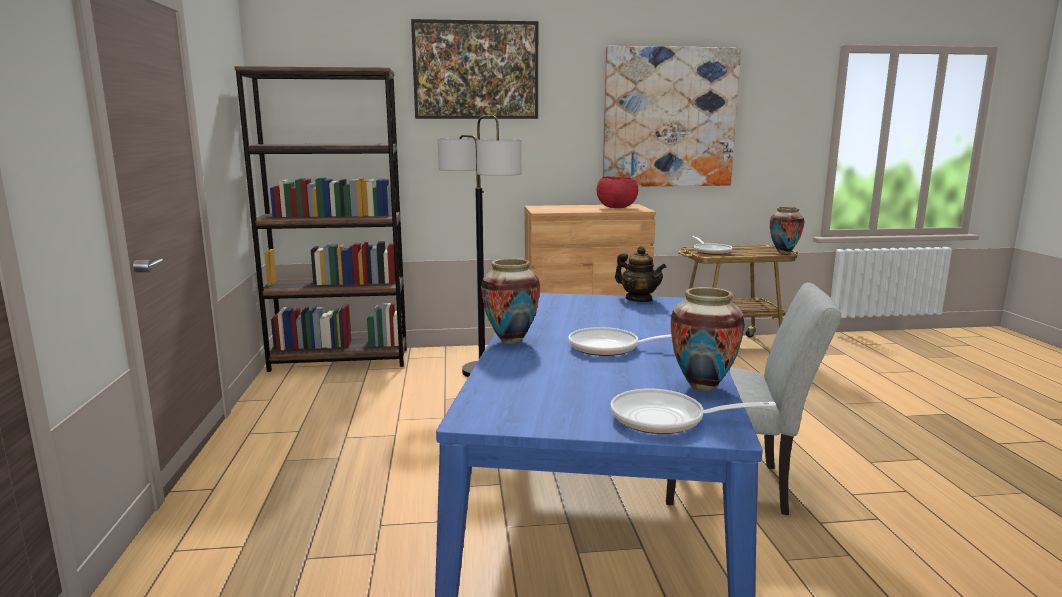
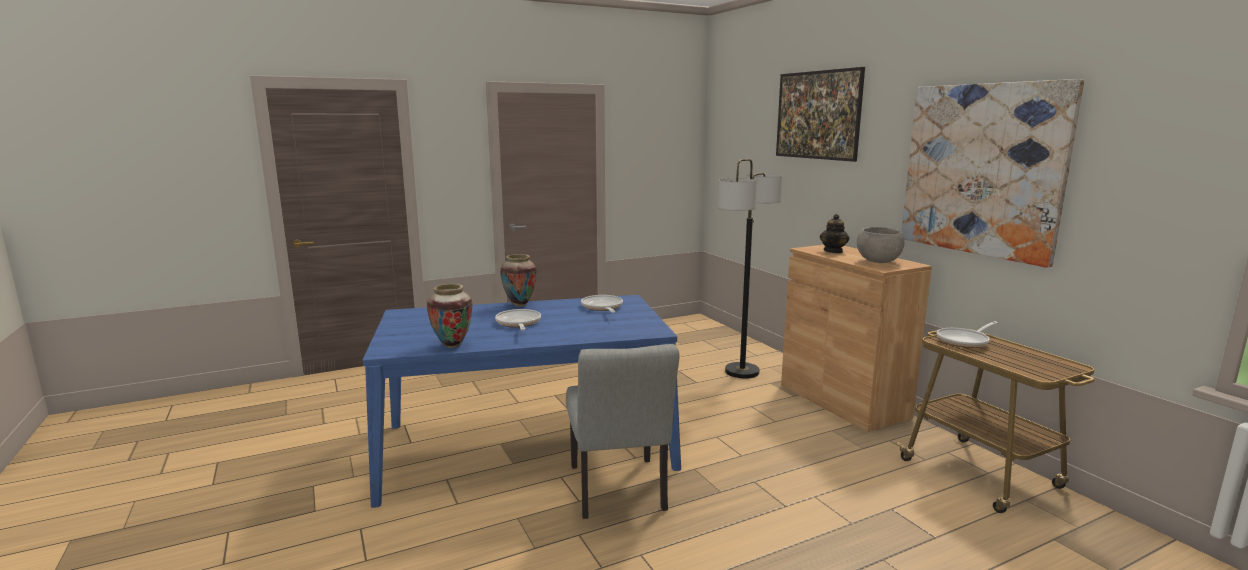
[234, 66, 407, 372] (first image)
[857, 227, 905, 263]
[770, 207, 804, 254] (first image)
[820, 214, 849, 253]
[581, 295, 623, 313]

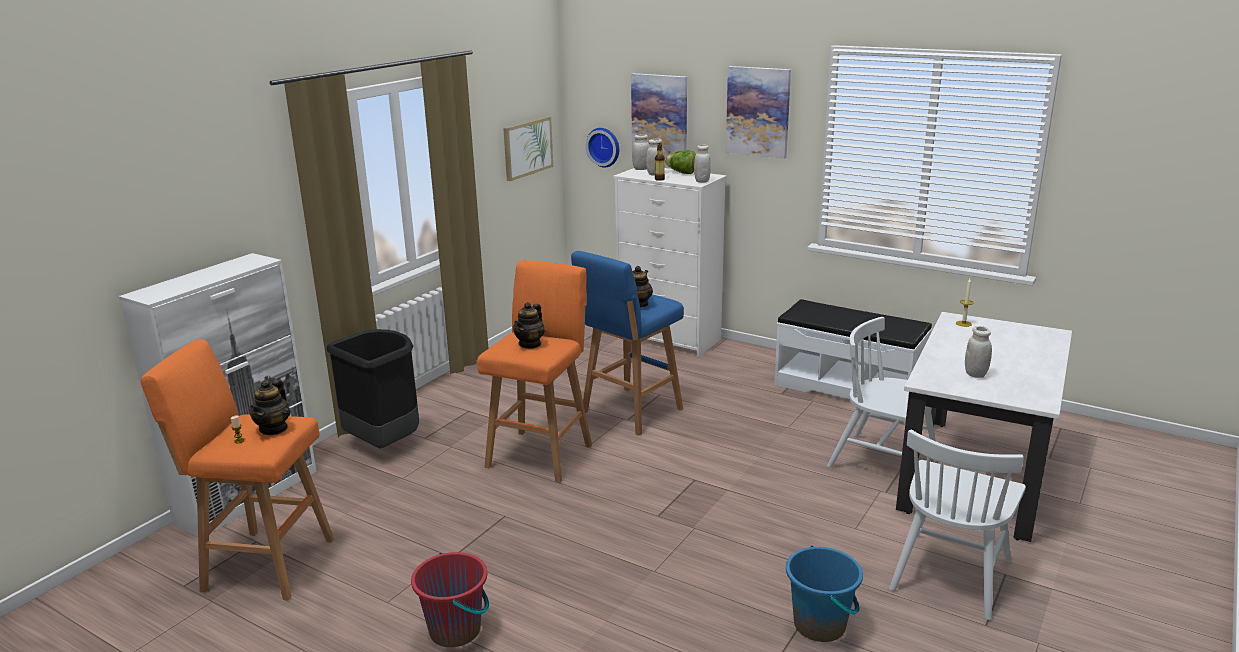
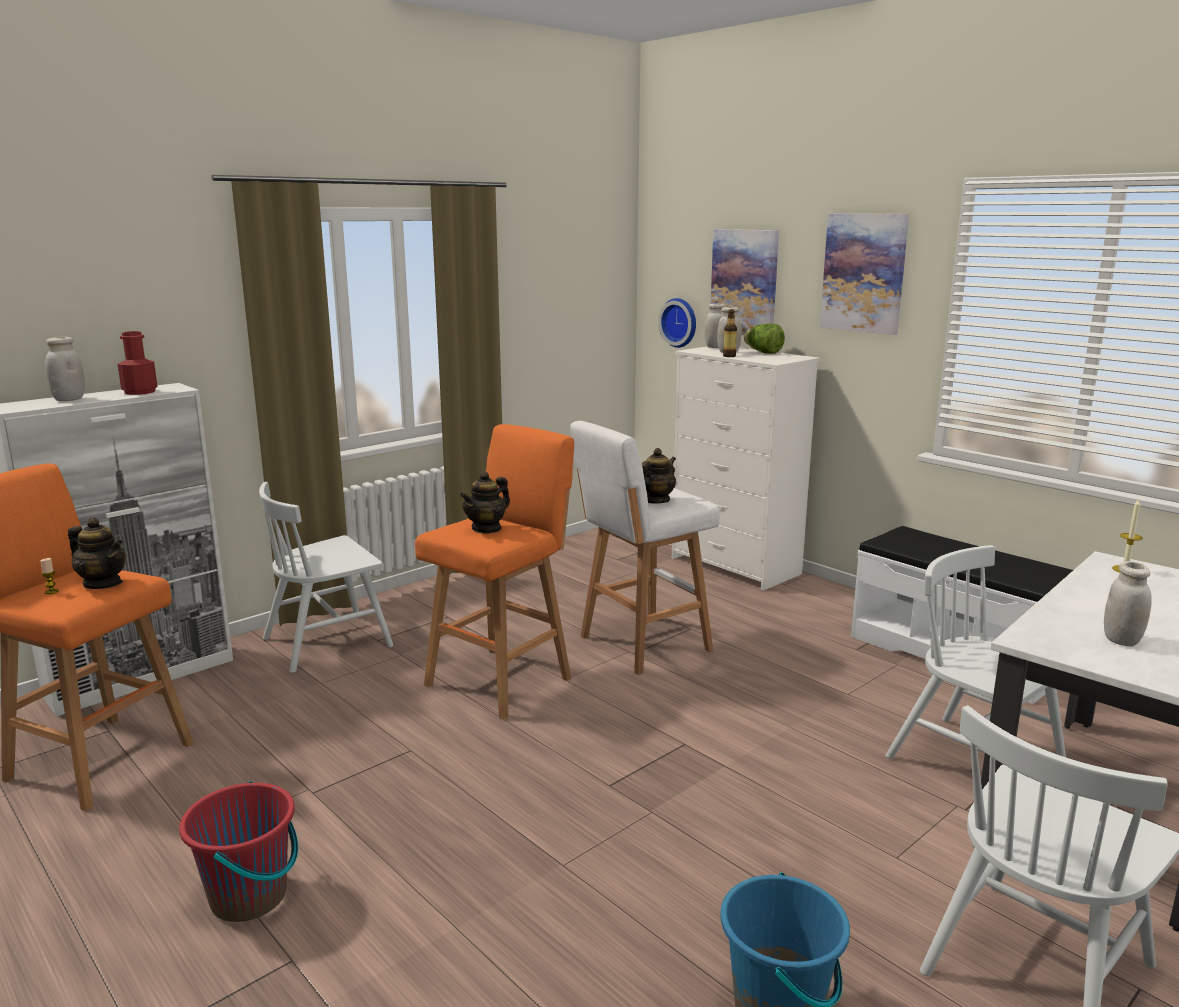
[503, 116, 553, 181] (first image)
[45, 337, 85, 401]
[570, 421, 720, 675]
[259, 482, 394, 673]
[68, 517, 126, 589]
[118, 331, 158, 395]

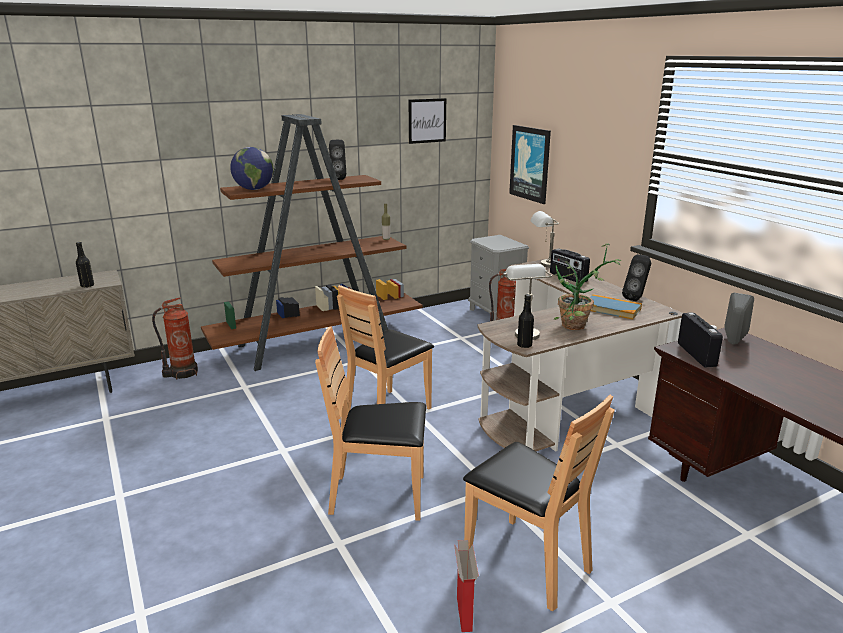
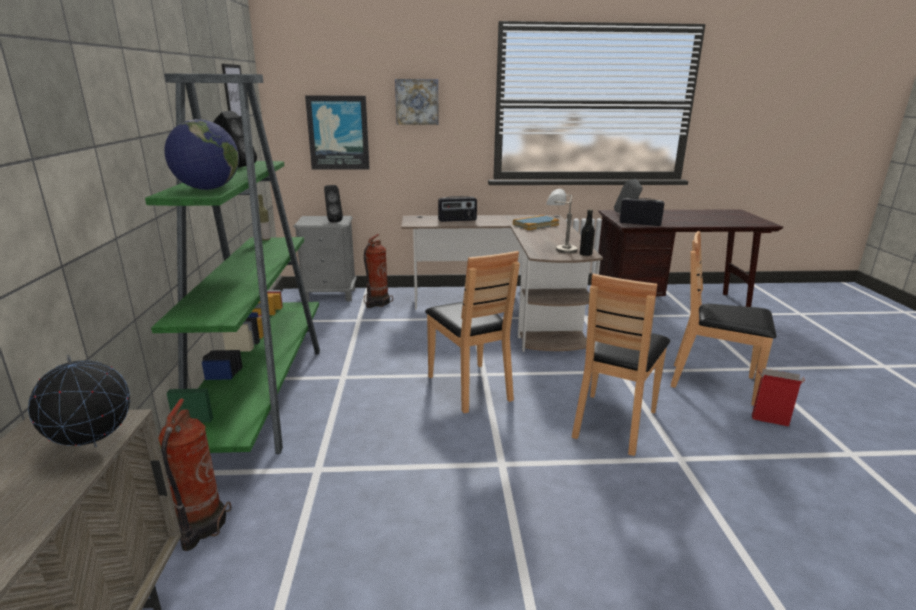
[145, 74, 320, 454]
[530, 211, 559, 267] (first image)
[28, 354, 130, 447]
[554, 243, 622, 330] (first image)
[324, 185, 343, 222]
[671, 231, 776, 406]
[395, 79, 438, 125]

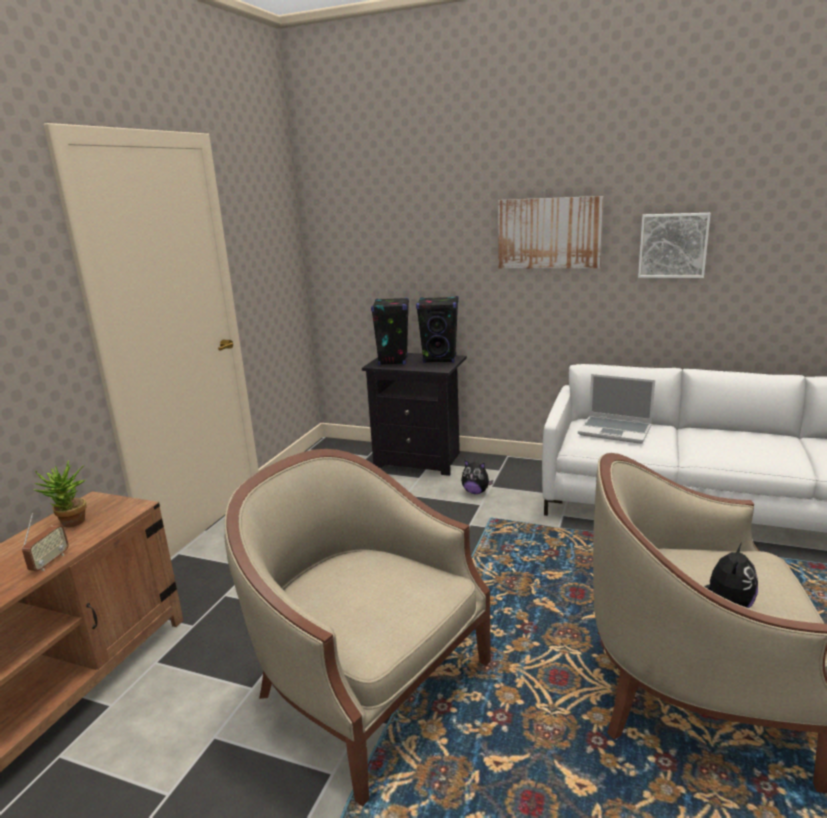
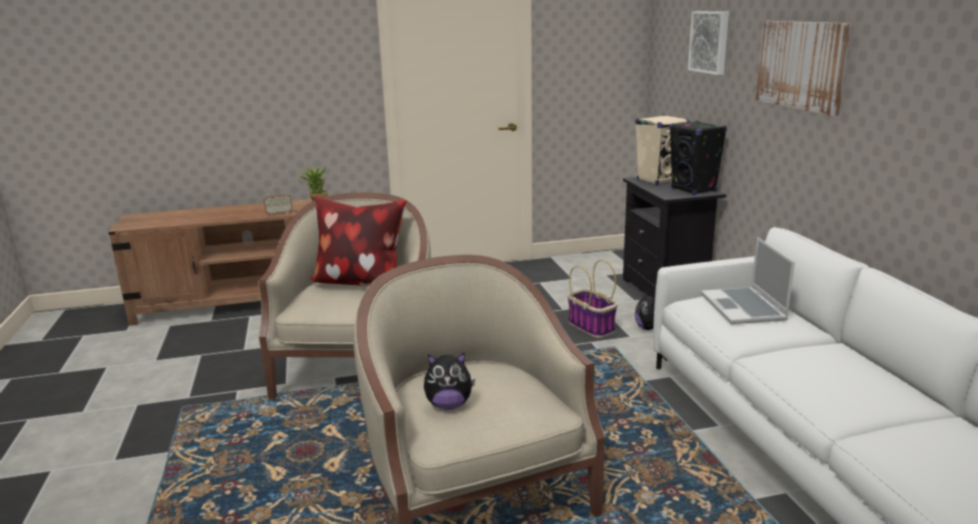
[688, 11, 729, 75]
[635, 115, 689, 185]
[309, 196, 407, 286]
[568, 260, 618, 338]

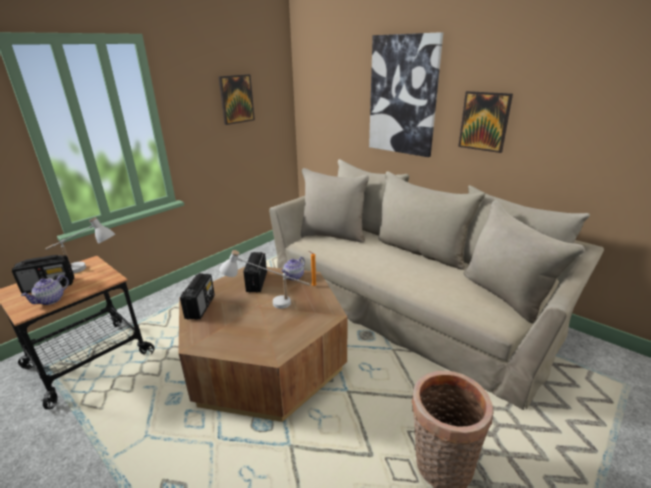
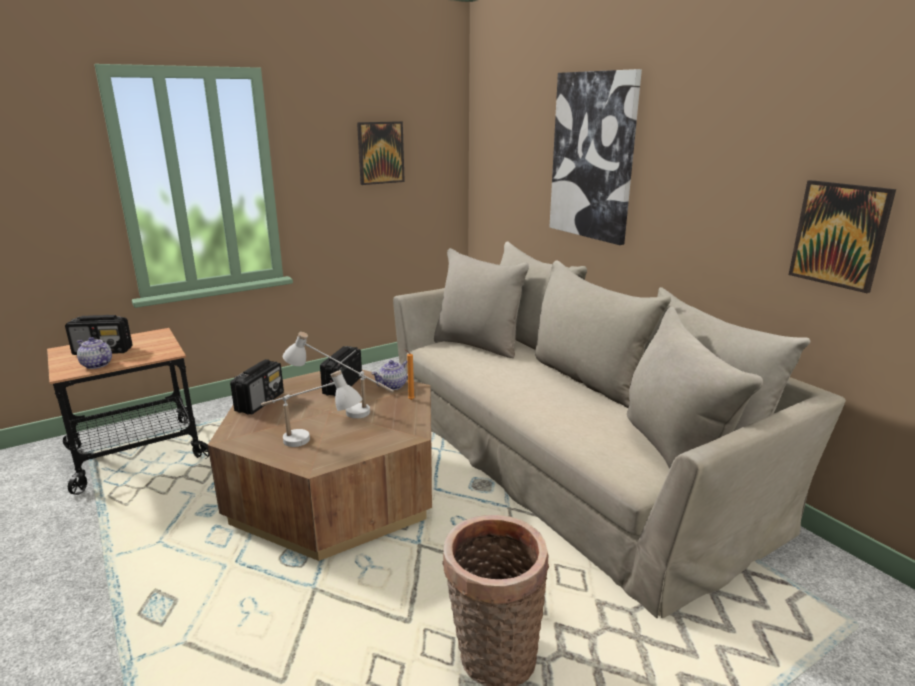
[789, 180, 896, 293]
[261, 370, 363, 447]
[77, 337, 112, 369]

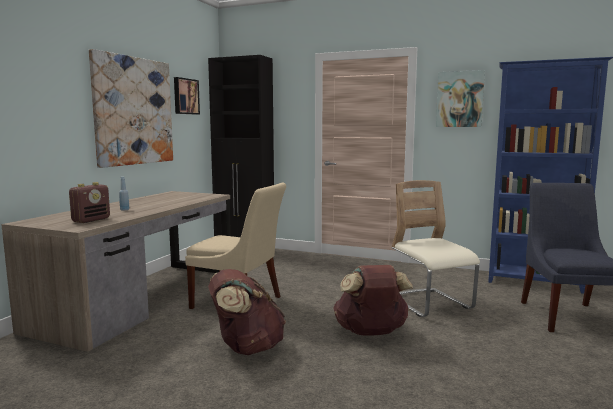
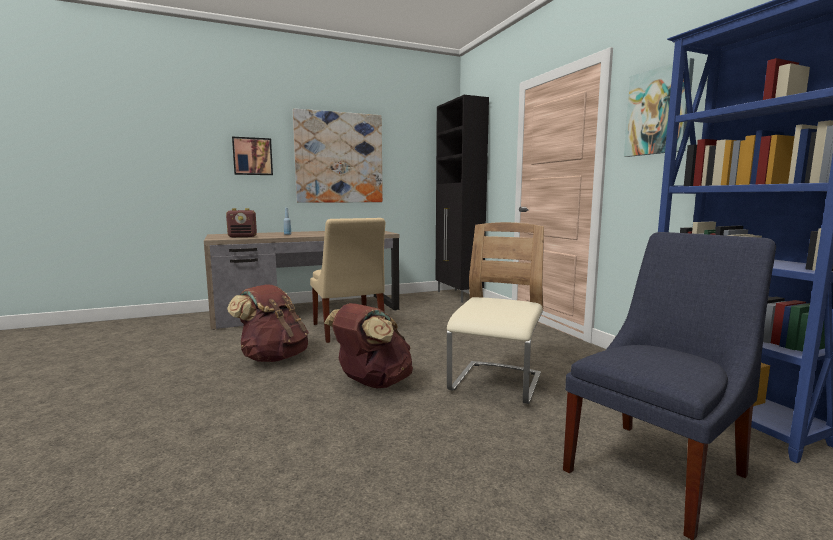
[232, 137, 273, 175]

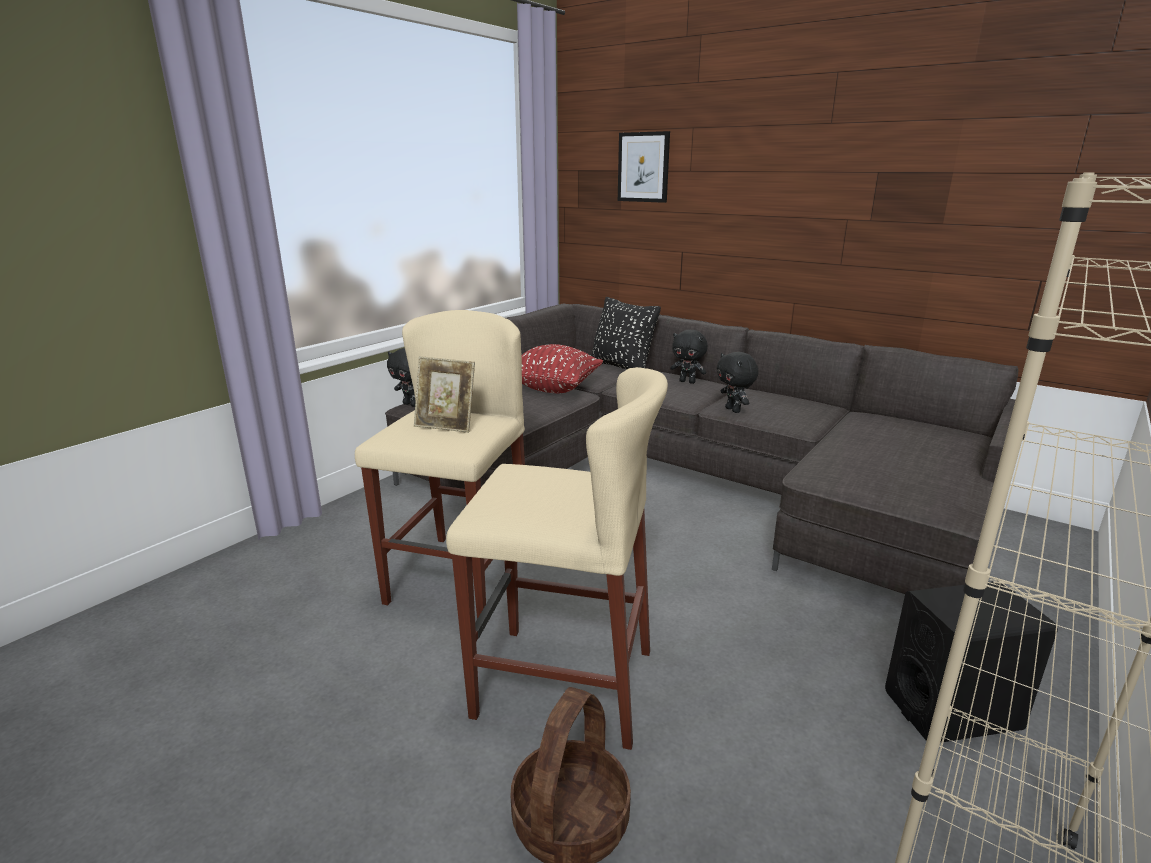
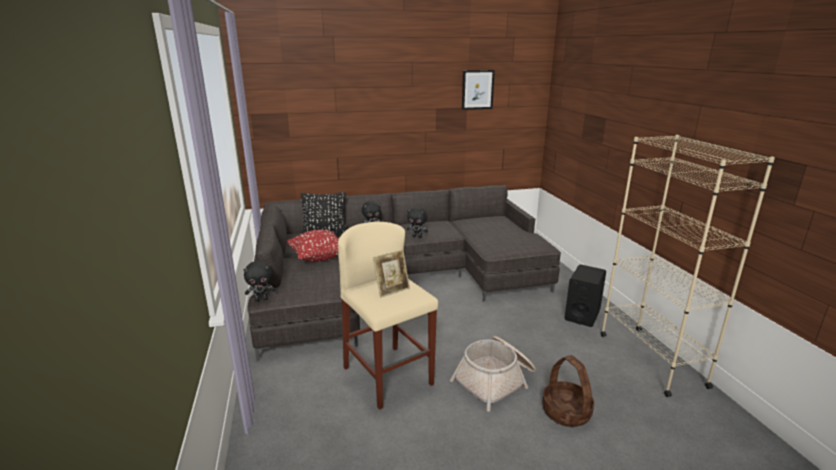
[462, 70, 495, 110]
[450, 336, 536, 412]

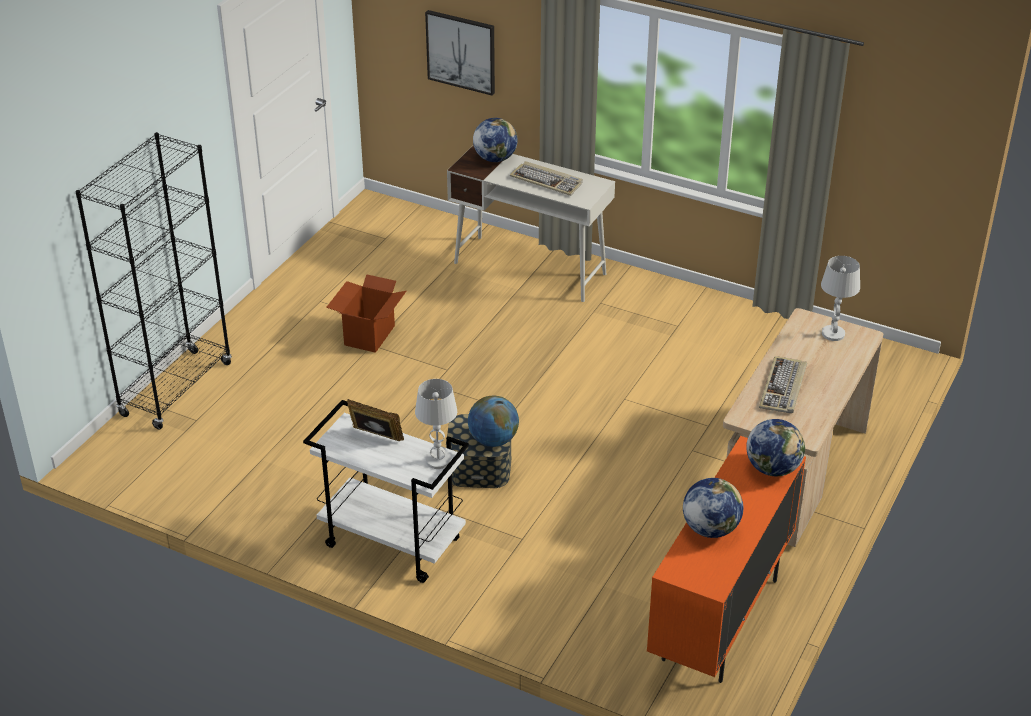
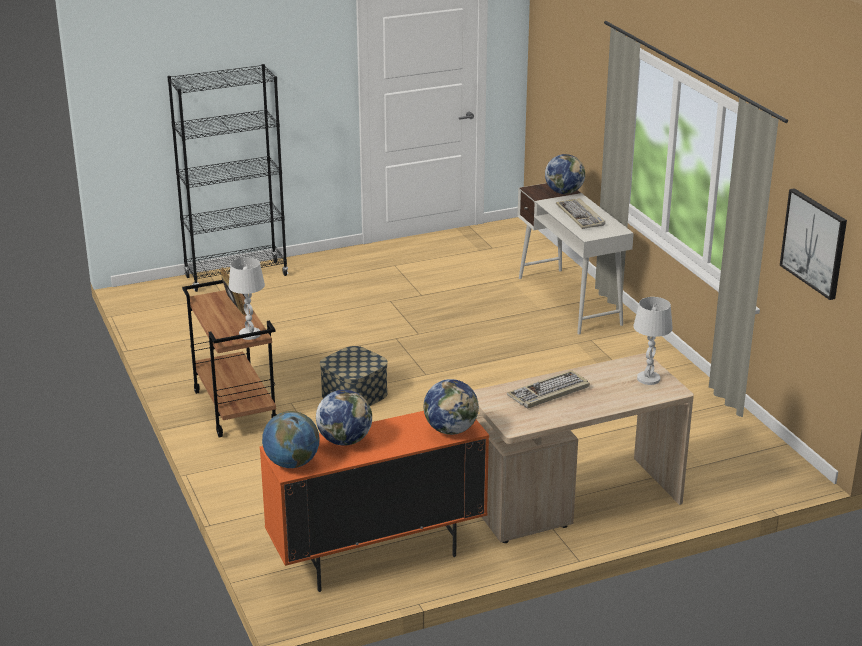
[780, 188, 847, 300]
[326, 274, 406, 353] (first image)
[262, 411, 319, 468]
[182, 280, 277, 438]

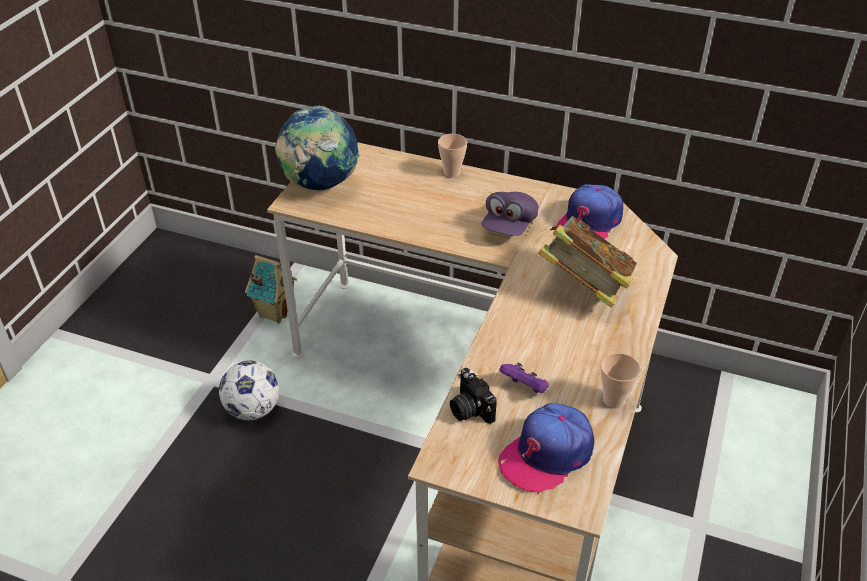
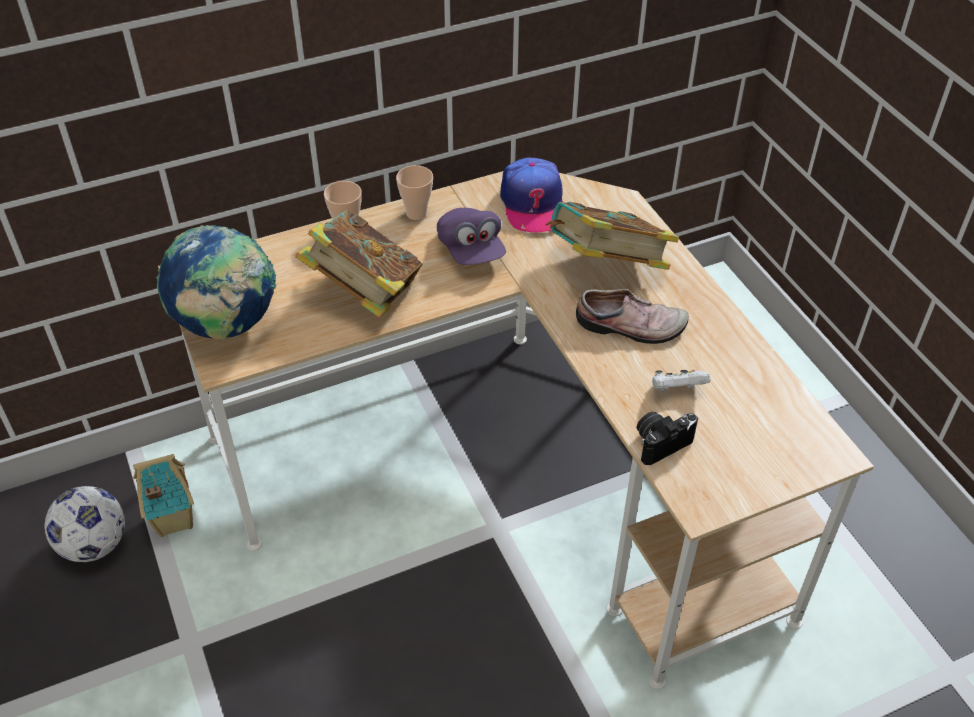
[396, 165, 433, 220]
[45, 486, 125, 562]
[652, 370, 710, 392]
[637, 412, 698, 465]
[498, 403, 594, 494] (first image)
[295, 210, 423, 318]
[576, 289, 689, 344]

